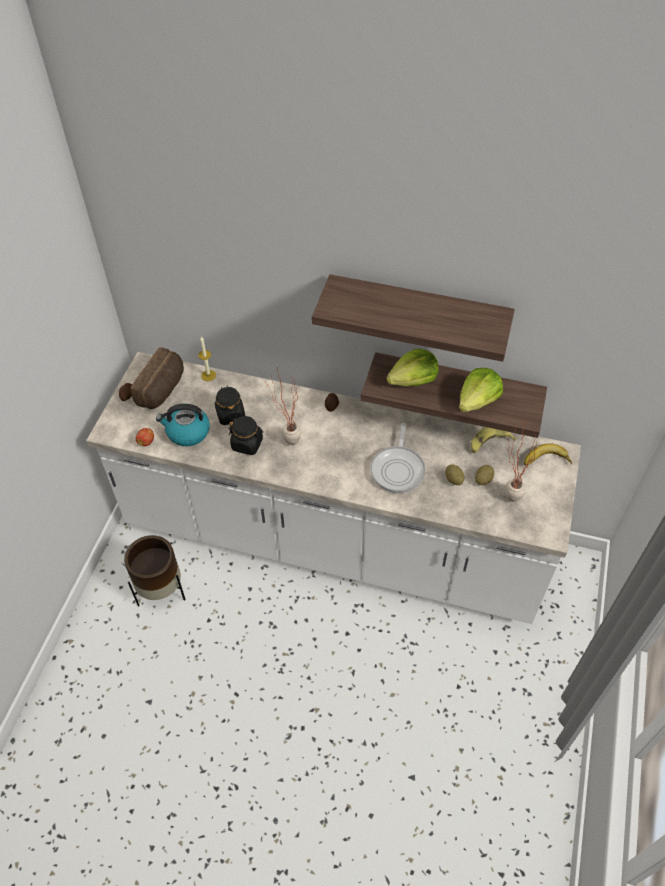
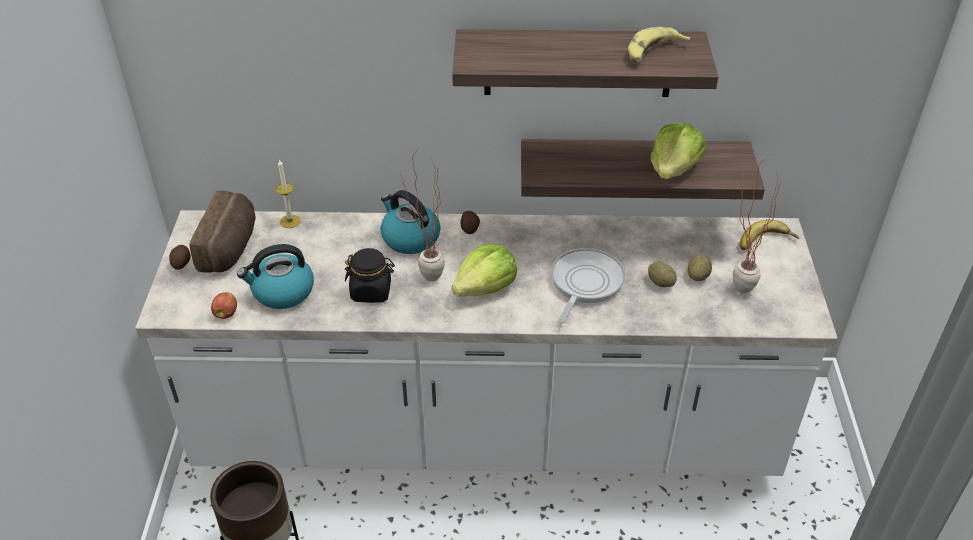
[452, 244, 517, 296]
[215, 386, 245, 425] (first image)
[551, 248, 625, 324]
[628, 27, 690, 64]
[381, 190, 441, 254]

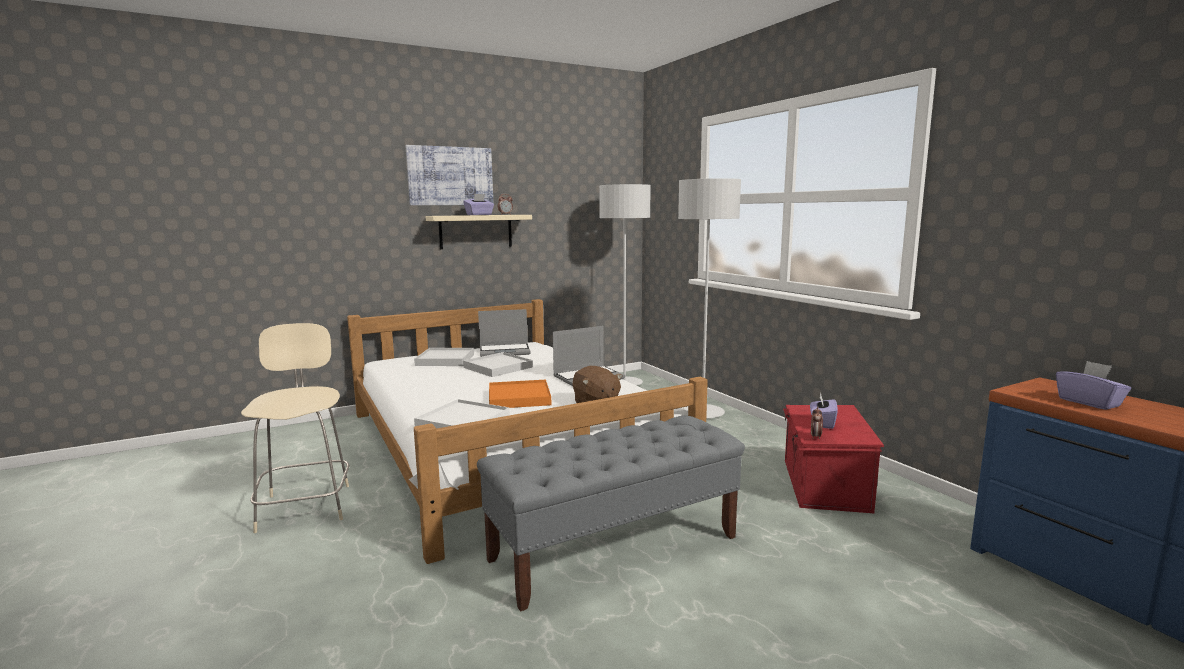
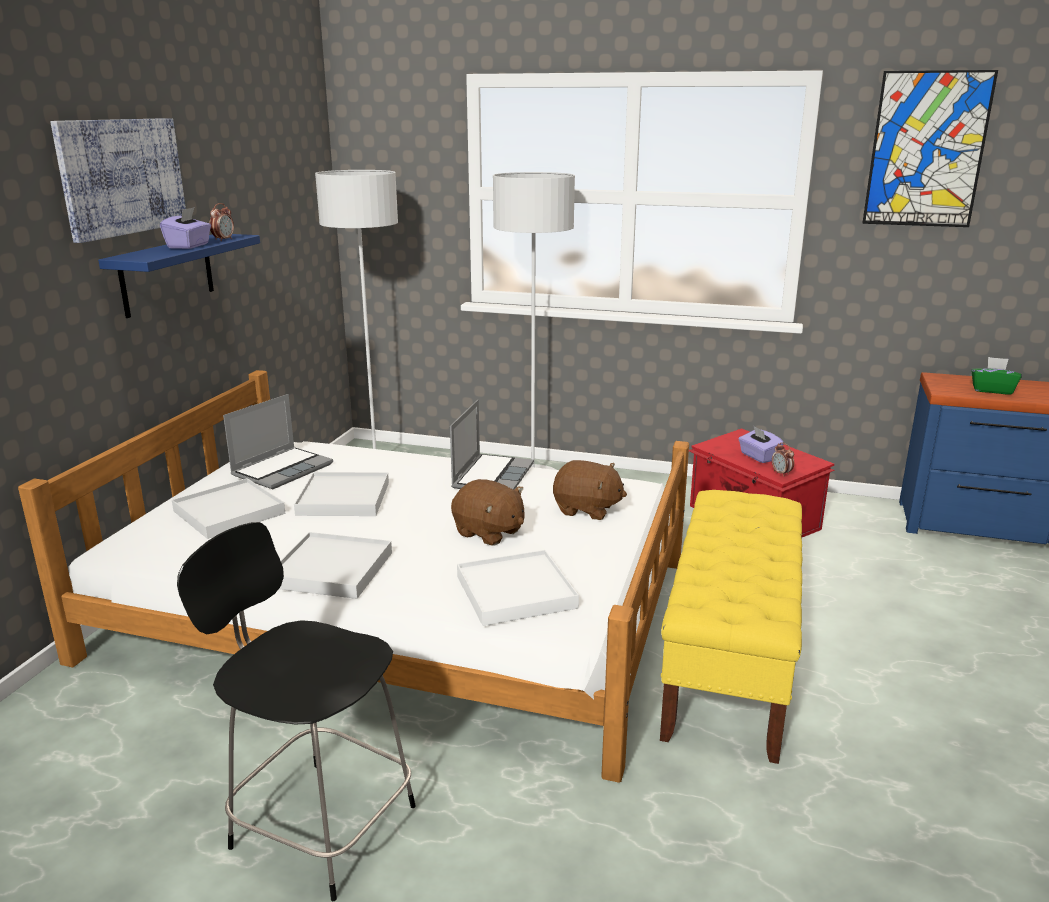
[98, 234, 260, 318]
[177, 522, 416, 901]
[971, 357, 1022, 395]
[451, 479, 524, 546]
[660, 490, 802, 764]
[862, 70, 998, 227]
[279, 532, 392, 599]

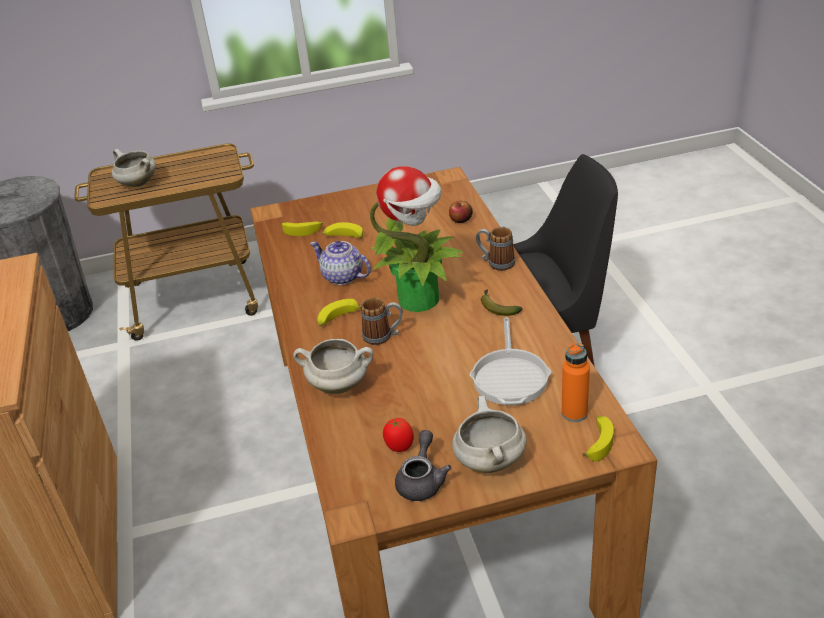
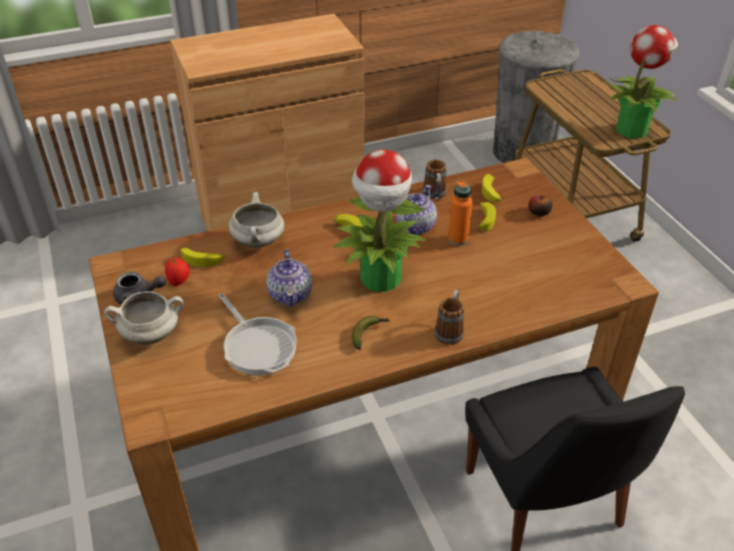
[112, 149, 156, 187] (first image)
[528, 193, 552, 216]
[423, 159, 446, 201]
[218, 293, 297, 375]
[448, 180, 472, 246]
[181, 247, 225, 267]
[608, 25, 679, 139]
[266, 249, 312, 307]

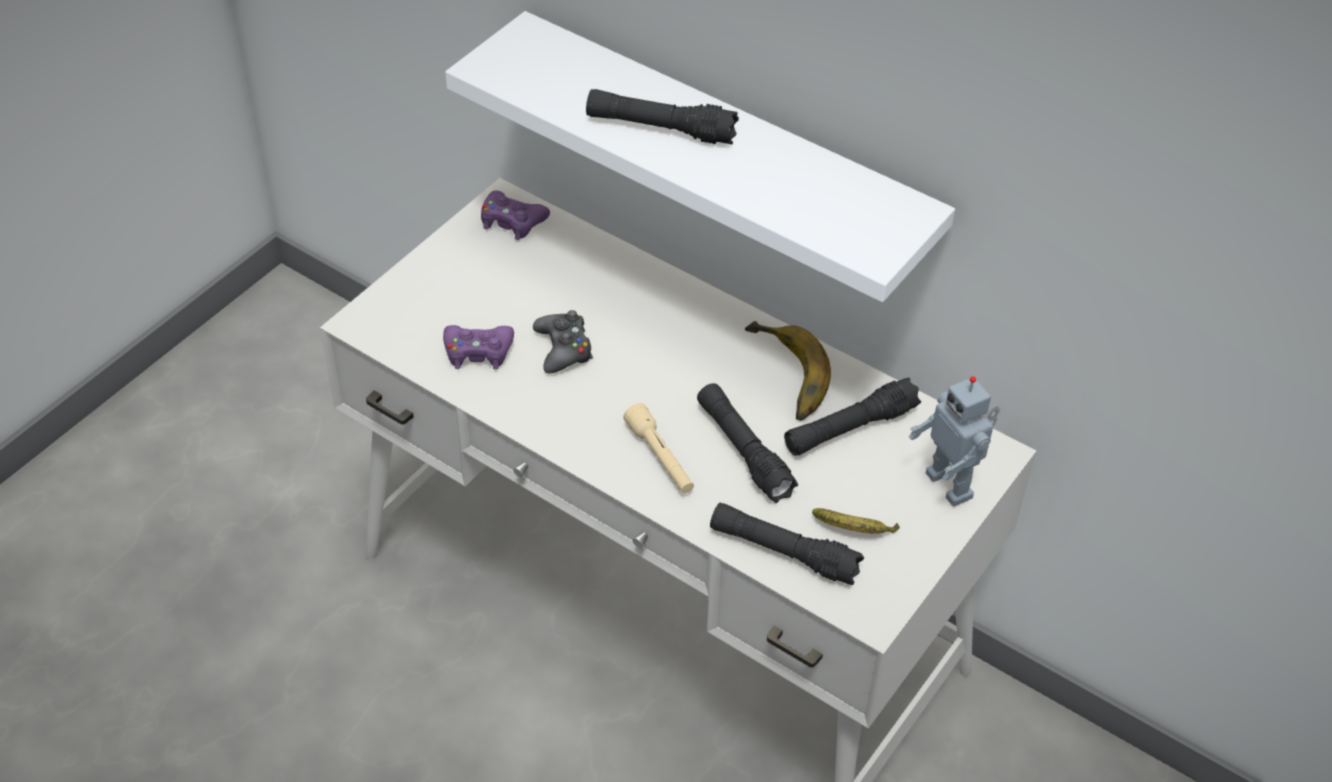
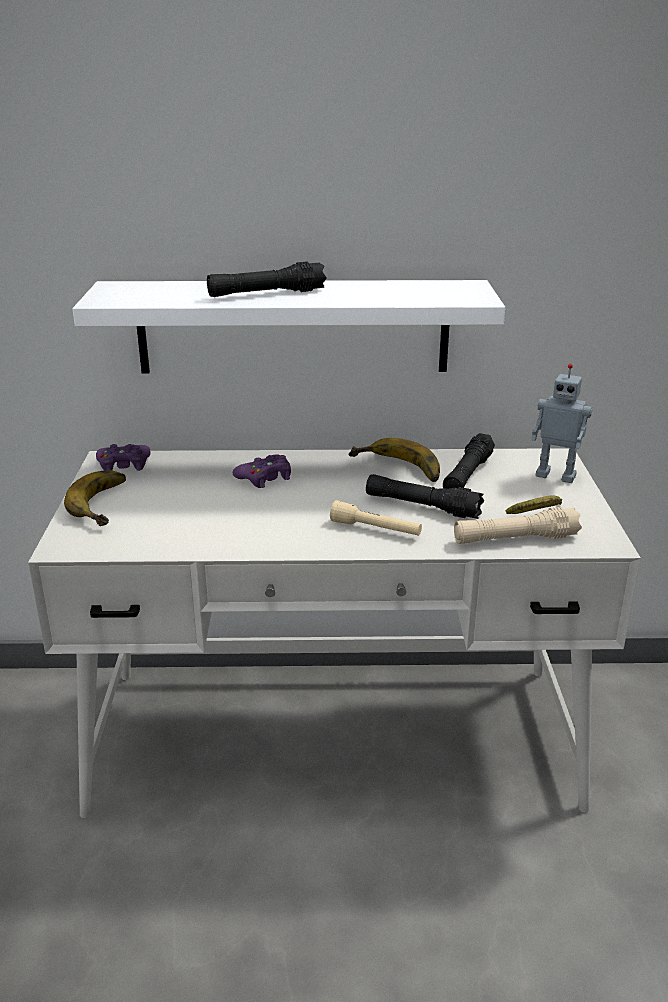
[533, 310, 593, 374] (first image)
[233, 454, 291, 488]
[454, 507, 582, 544]
[64, 470, 126, 526]

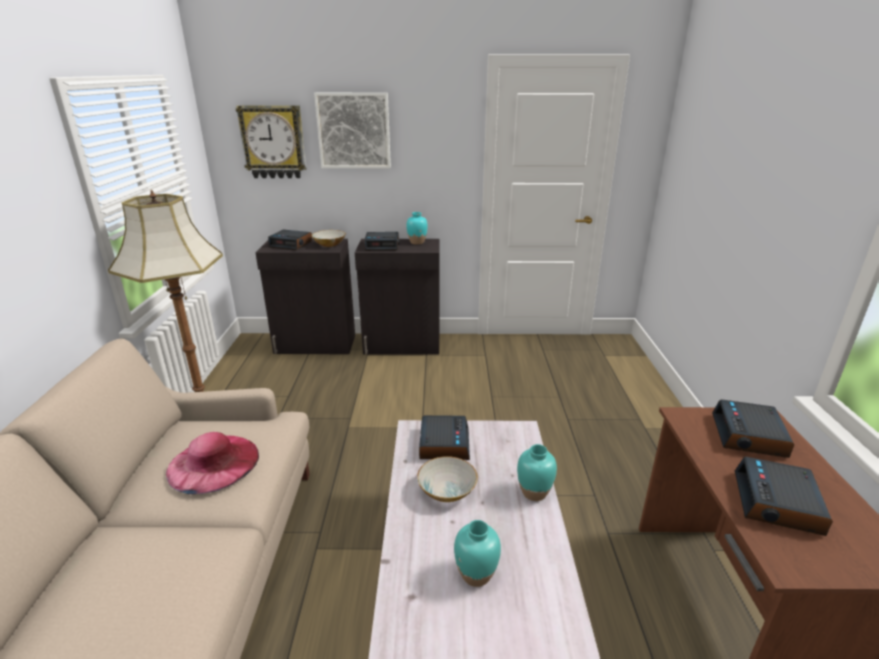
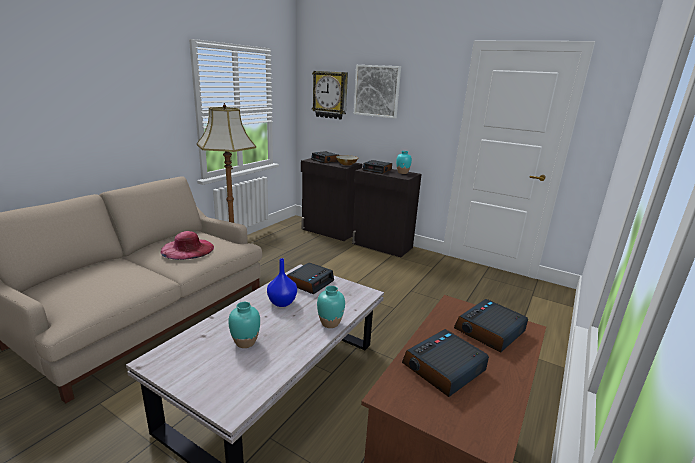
[267, 258, 297, 307]

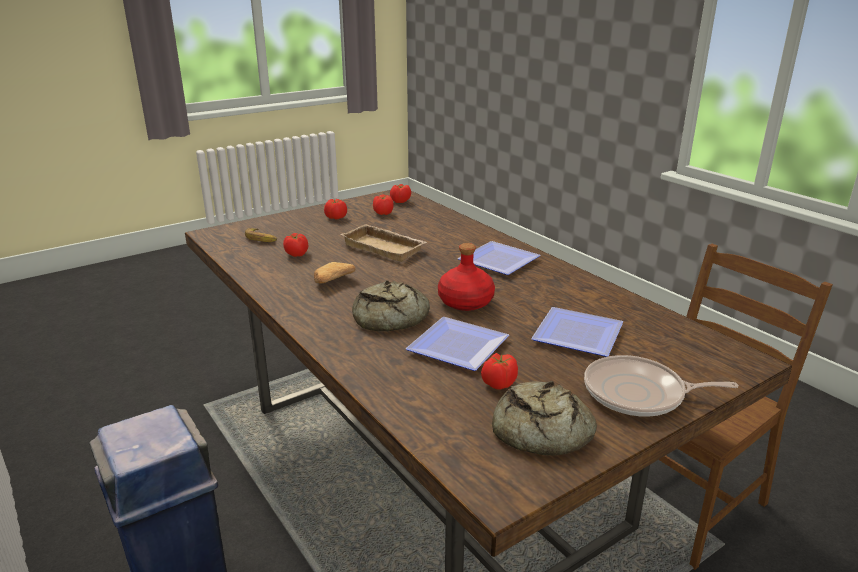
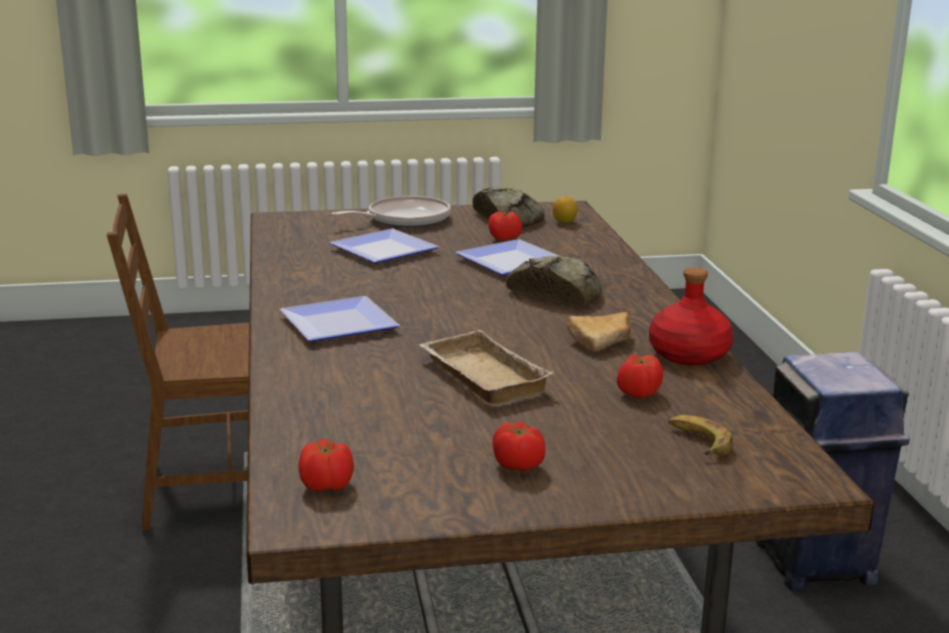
[373, 194, 394, 215] (first image)
[649, 267, 734, 365]
[332, 196, 451, 227]
[553, 196, 578, 223]

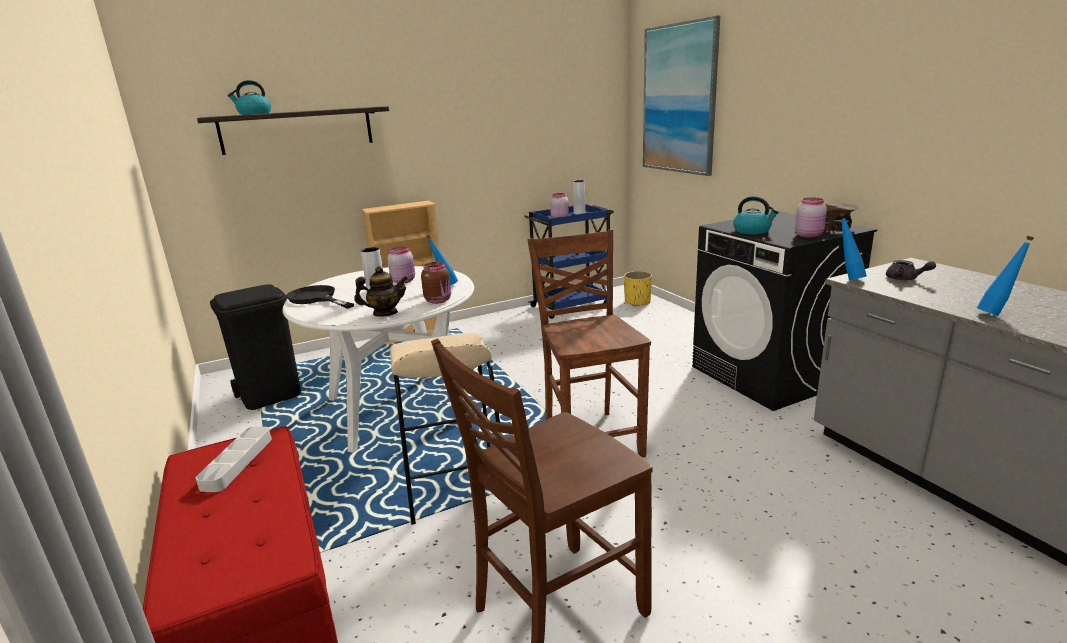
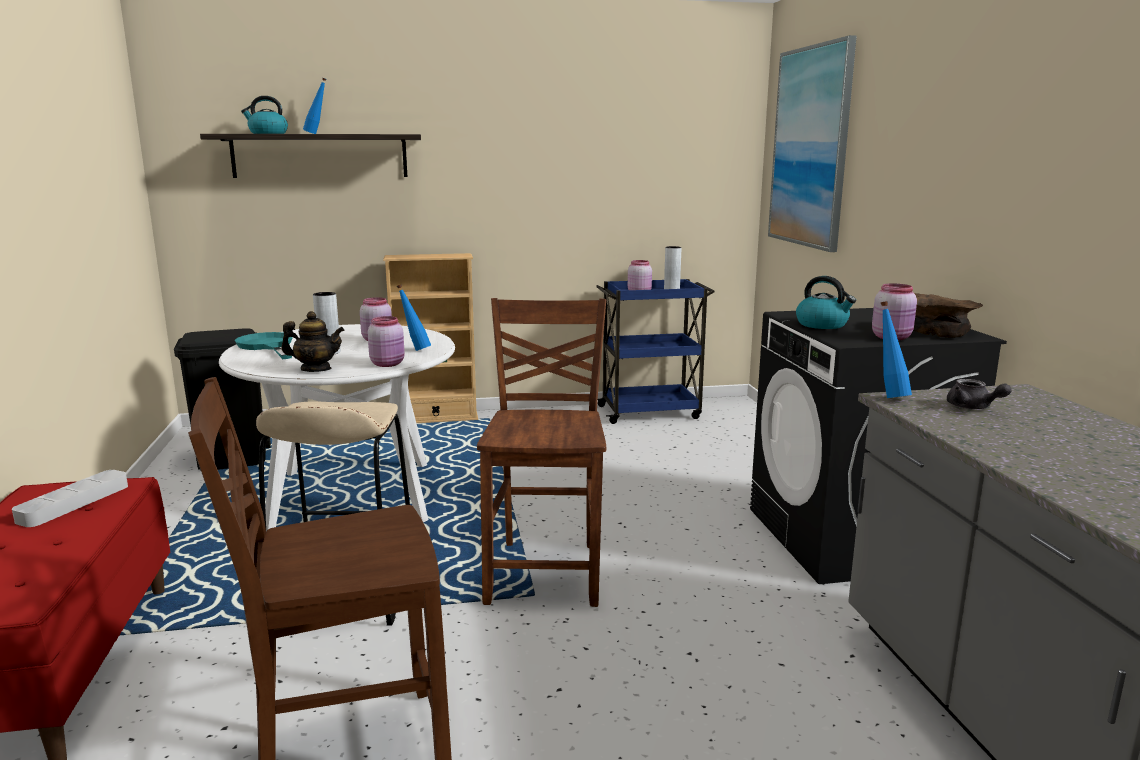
[303, 78, 326, 134]
[368, 316, 405, 367]
[624, 271, 652, 306] (first image)
[235, 332, 293, 359]

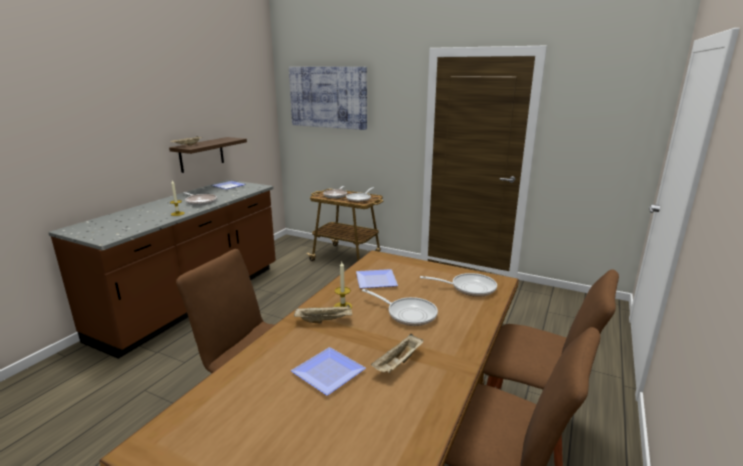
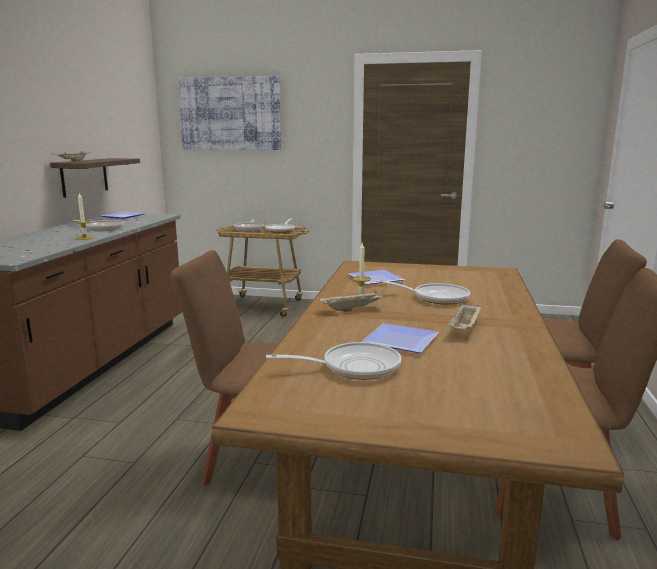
[266, 342, 401, 380]

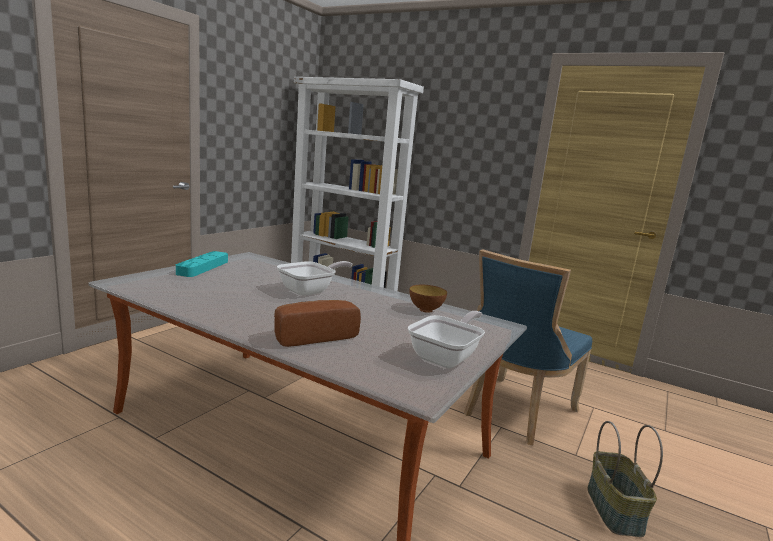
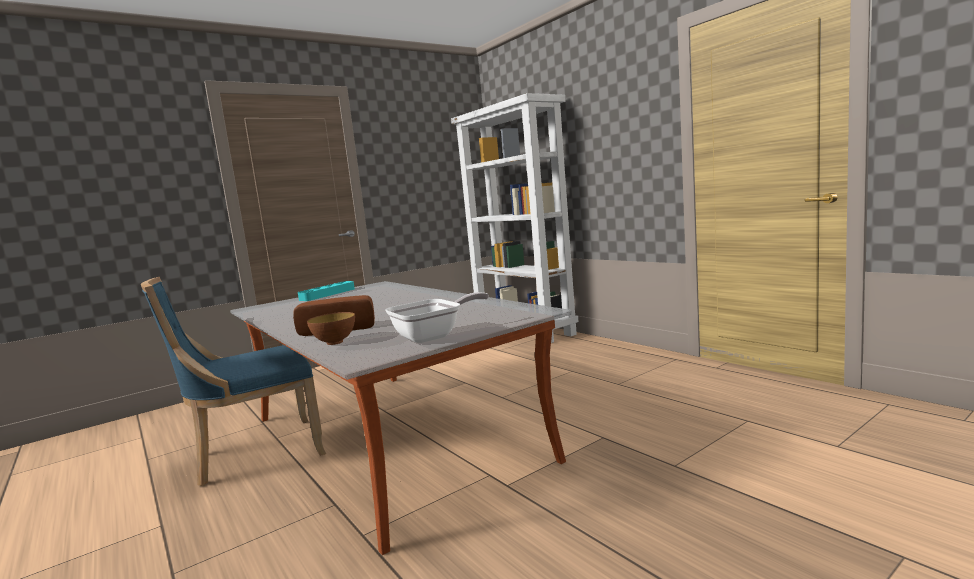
[141, 277, 326, 486]
[277, 261, 352, 296] (first image)
[307, 312, 355, 345]
[587, 421, 663, 537] (first image)

